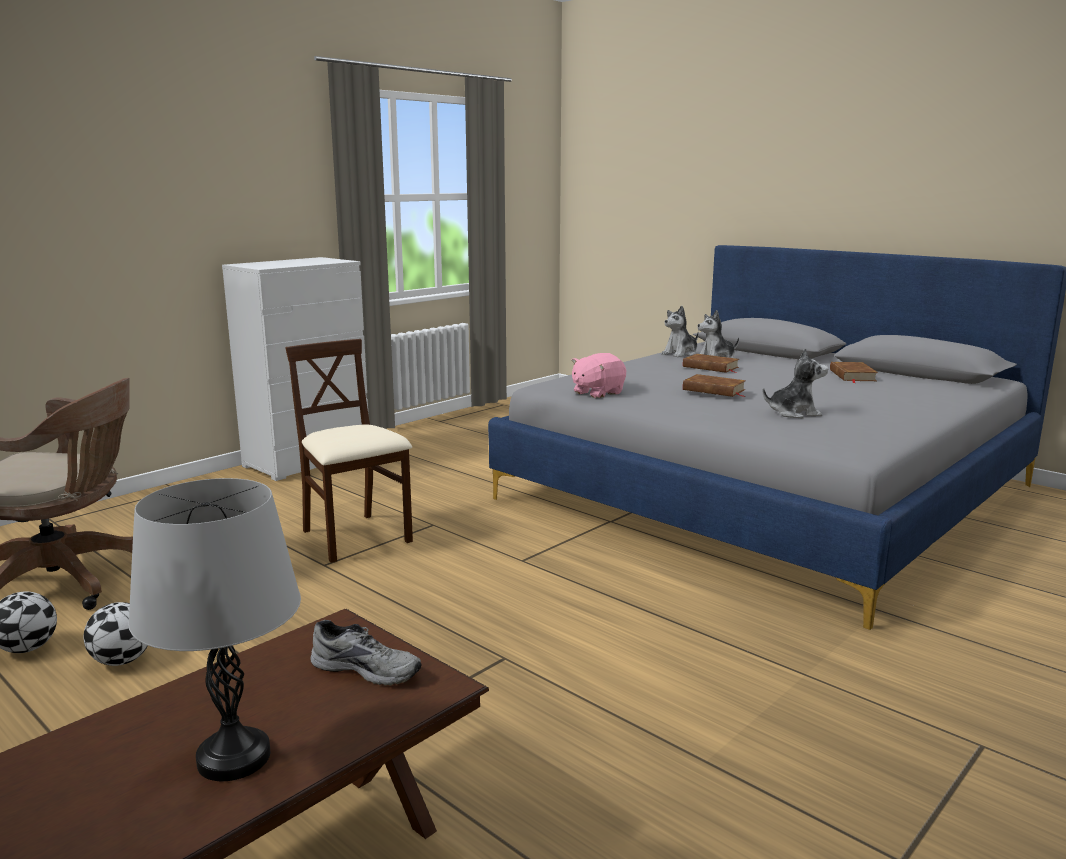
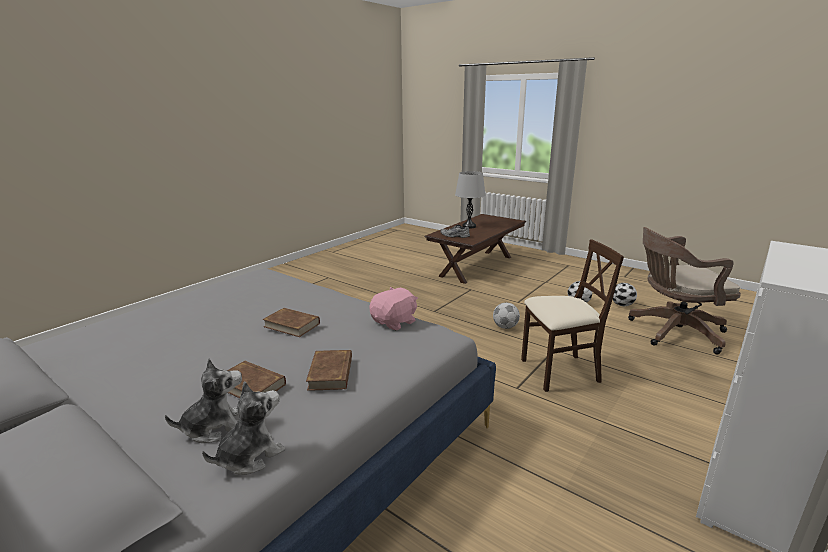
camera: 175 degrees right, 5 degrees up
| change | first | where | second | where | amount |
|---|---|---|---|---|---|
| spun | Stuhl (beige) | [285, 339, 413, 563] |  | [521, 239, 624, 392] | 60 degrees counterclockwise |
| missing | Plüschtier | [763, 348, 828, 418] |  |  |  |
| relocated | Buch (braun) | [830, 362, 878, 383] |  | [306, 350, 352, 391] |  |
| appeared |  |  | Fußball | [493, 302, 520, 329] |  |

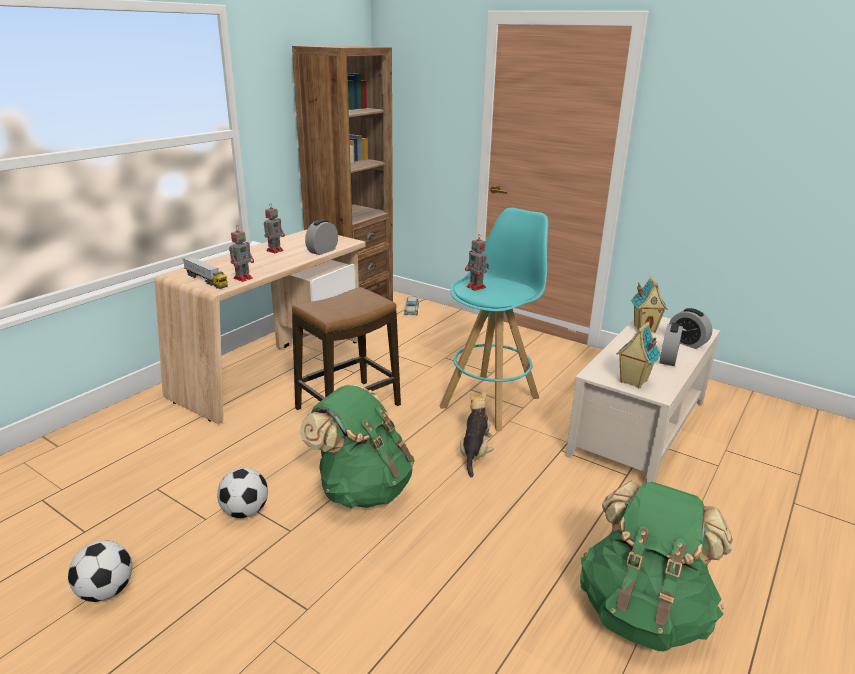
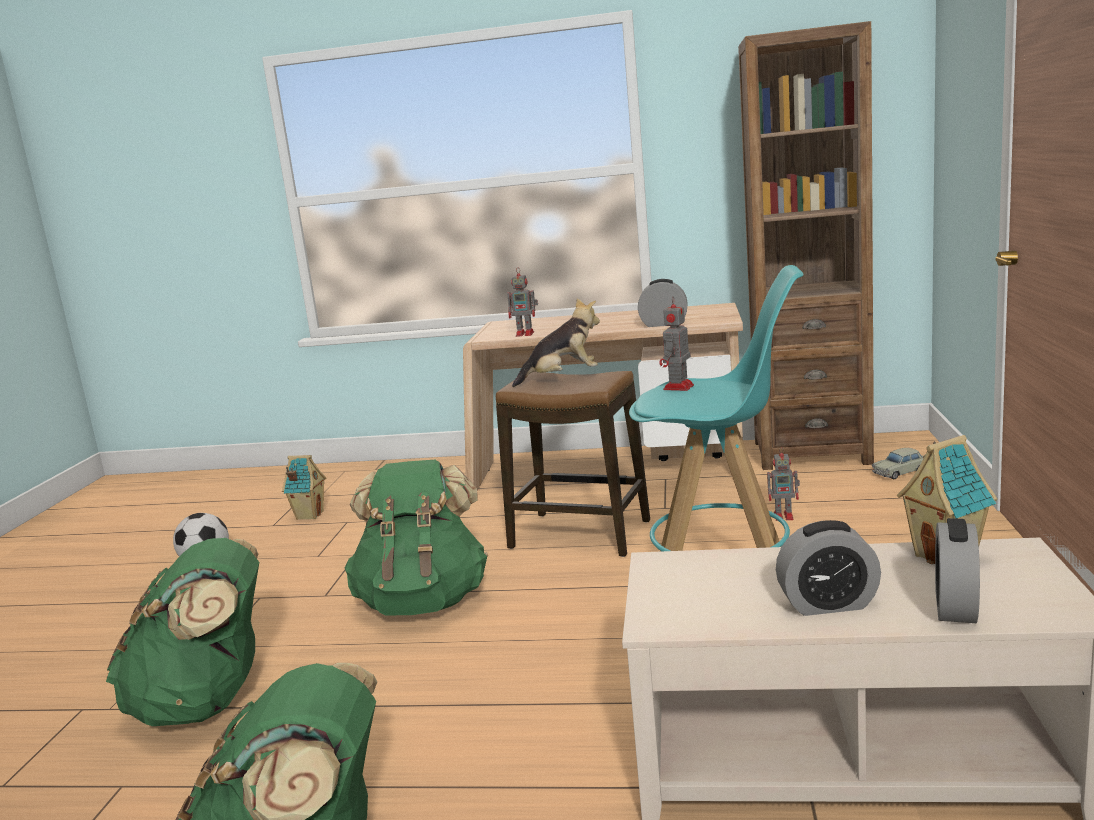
camera: 65 degrees right, 10 degrees down
| change | first | where | second | where | amount |
|---|---|---|---|---|---|
| relocated | Spielzeugroboter | [264, 203, 285, 253] |  | [767, 447, 800, 521] |  |
| missing | Spielzeuglaster | [183, 257, 228, 289] |  |  |  |
| relocated | Spielzeughaus | [616, 322, 661, 388] |  | [282, 455, 326, 520] |  |
| relocated | Plüschtier | [460, 391, 493, 478] |  | [512, 298, 600, 387] |  |
| missing | Fußball | [217, 468, 268, 518] |  |  |  |
| appeared |  |  | Rucksack (grün) | [106, 538, 259, 726] |  |

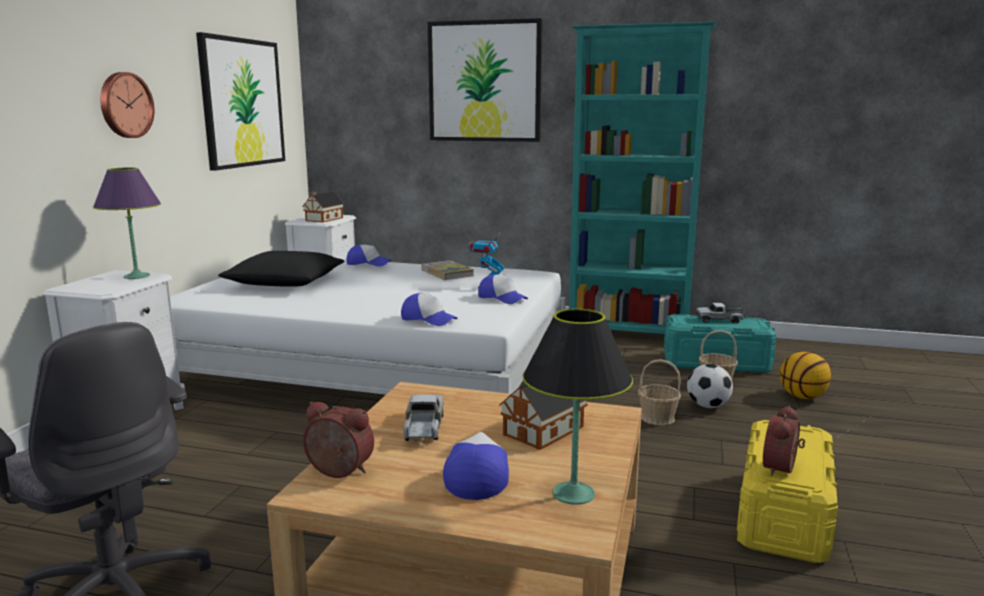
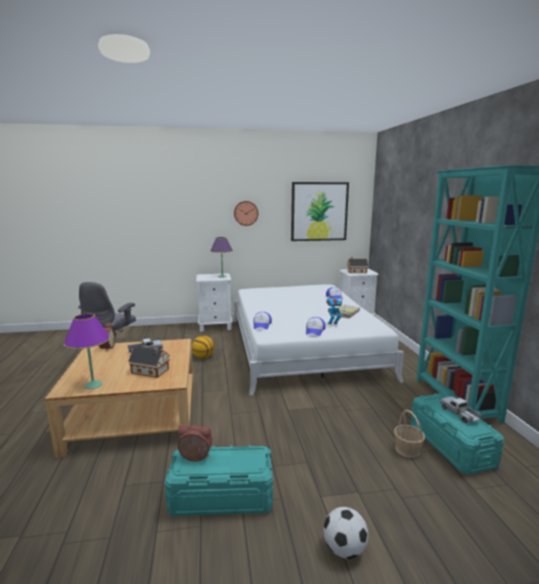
camera: 65 degrees right, 0 degrees up
| change | first | where | second | where | amount |
|---|---|---|---|---|---|
| missing | Bild | [428, 18, 543, 142] |  |  |  |
| missing | Kissen (schwarz) | [218, 251, 344, 287] |  |  |  |
| colour | Tischlampe (schwarz) | [523, 309, 633, 505] | Tischlampe (lila) | [64, 314, 110, 389] |  |
| relocated | Basketball | [780, 352, 831, 399] |  | [192, 336, 214, 358] |  |
| missing | Korb | [638, 359, 681, 425] |  |  |  |
| relocated | Fußball | [687, 364, 733, 408] |  | [324, 507, 368, 559] |  |
| colour | Aufbewahrungsbox (gelb) | [737, 420, 838, 563] | Aufbewahrungsbox (türkis) | [165, 445, 273, 516] |  |
| missing | Kappe | [443, 432, 509, 500] |  |  |  |

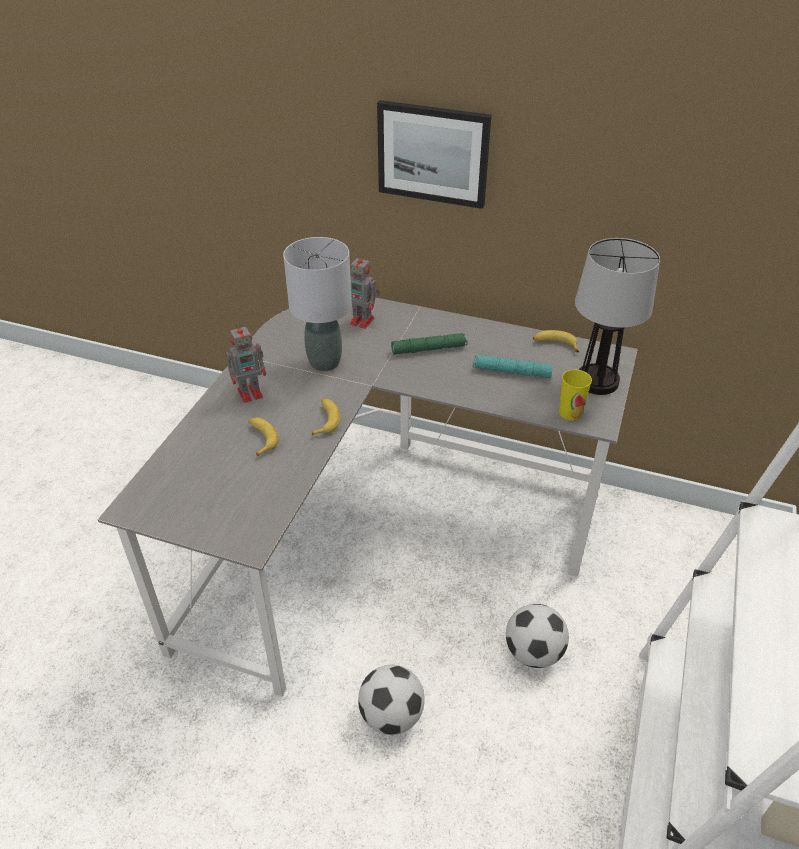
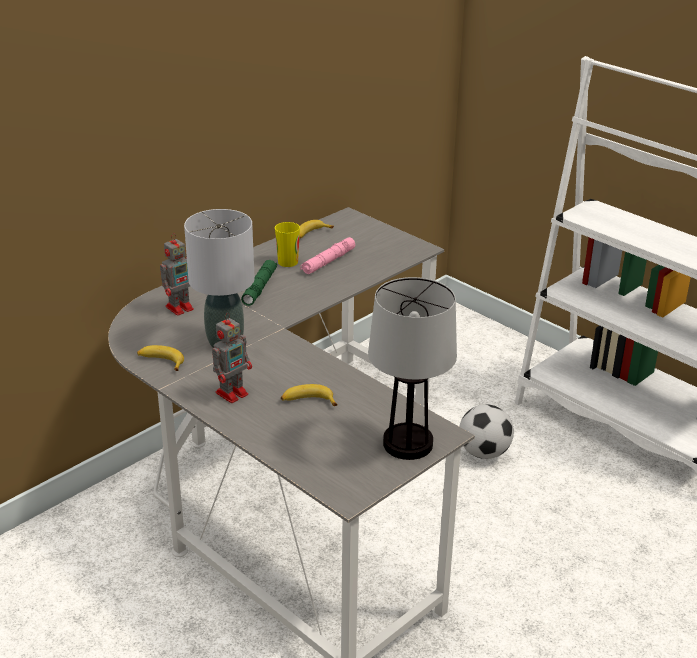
camera: 65 degrees left, 10 degrees down
| change | first | where | second | where | amount |
|---|---|---|---|---|---|
| missing | Bild | [377, 100, 492, 209] |  |  |  |
| relocated | Tischlampe | [575, 238, 660, 395] |  | [368, 277, 457, 460] |  |
| spun | Spielzeugroboter | [225, 322, 266, 403] |  | [212, 313, 252, 403] | 45 degrees clockwise |
| colour | Taschenlampe (türkis) | [473, 355, 553, 378] | Taschenlampe (rosa) | [300, 237, 355, 274] |  |
| relocated | Tasse | [559, 370, 592, 421] |  | [275, 222, 300, 267] |  |
| relocated | Banane | [312, 398, 340, 435] |  | [137, 345, 184, 371] |  |
| missing | Fußball | [358, 665, 425, 735] |  |  |  |

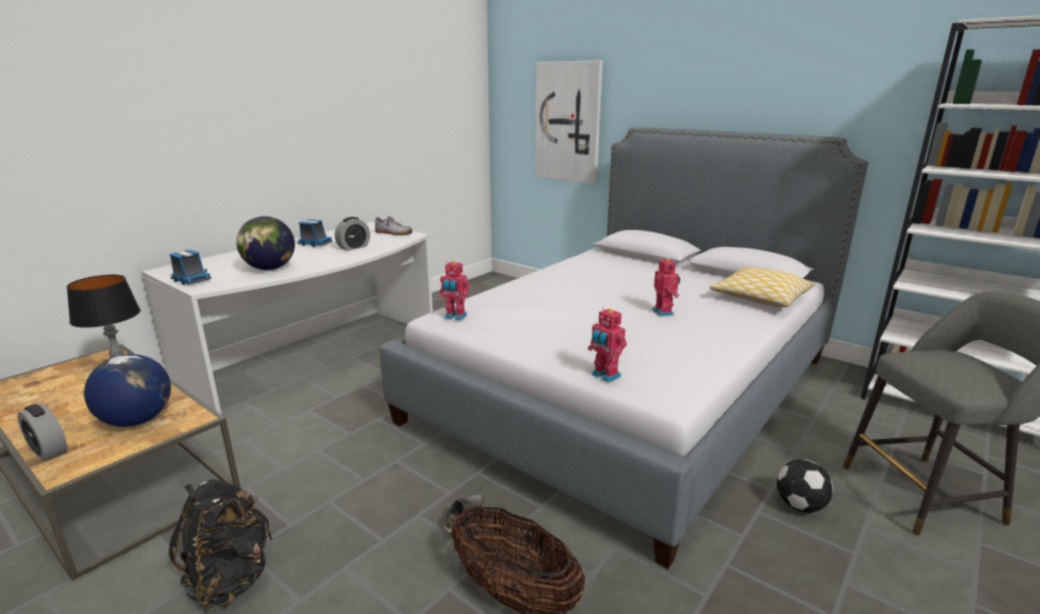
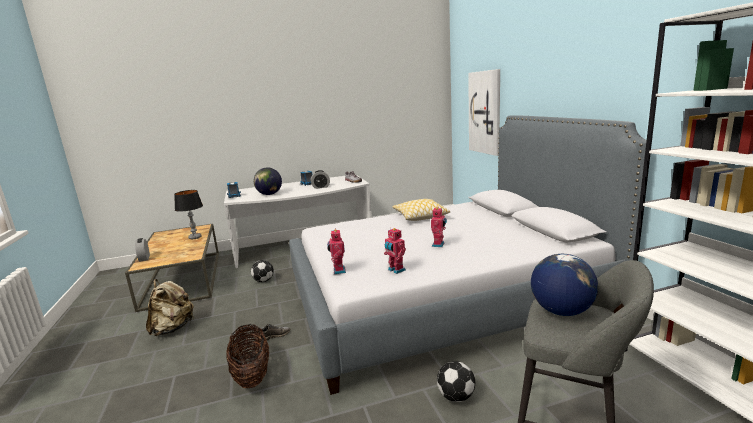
camera: 35 degrees right, 5 degrees down
| change | first | where | second | where | amount |
|---|---|---|---|---|---|
| relocated | Spielzeugroboter | [439, 261, 470, 320] |  | [384, 228, 406, 274] |  |
| relocated | Kissen | [709, 267, 815, 307] |  | [392, 199, 450, 221] |  |
| relocated | Globus | [84, 354, 171, 427] |  | [531, 254, 598, 316] |  |
| colour | Rucksack (schwarz) | [168, 479, 272, 611] | Rucksack (beige) | [146, 279, 194, 336] |  |
| appeared |  |  | Fußball | [251, 260, 274, 282] |  |

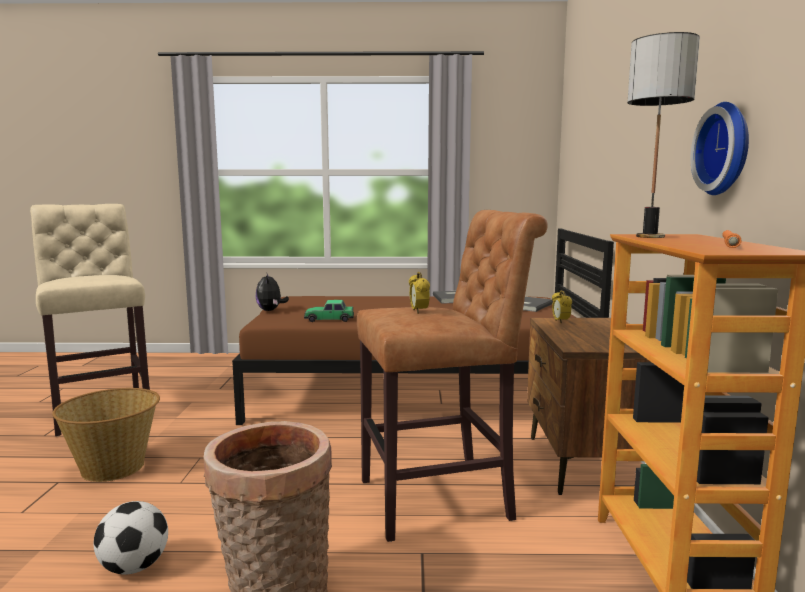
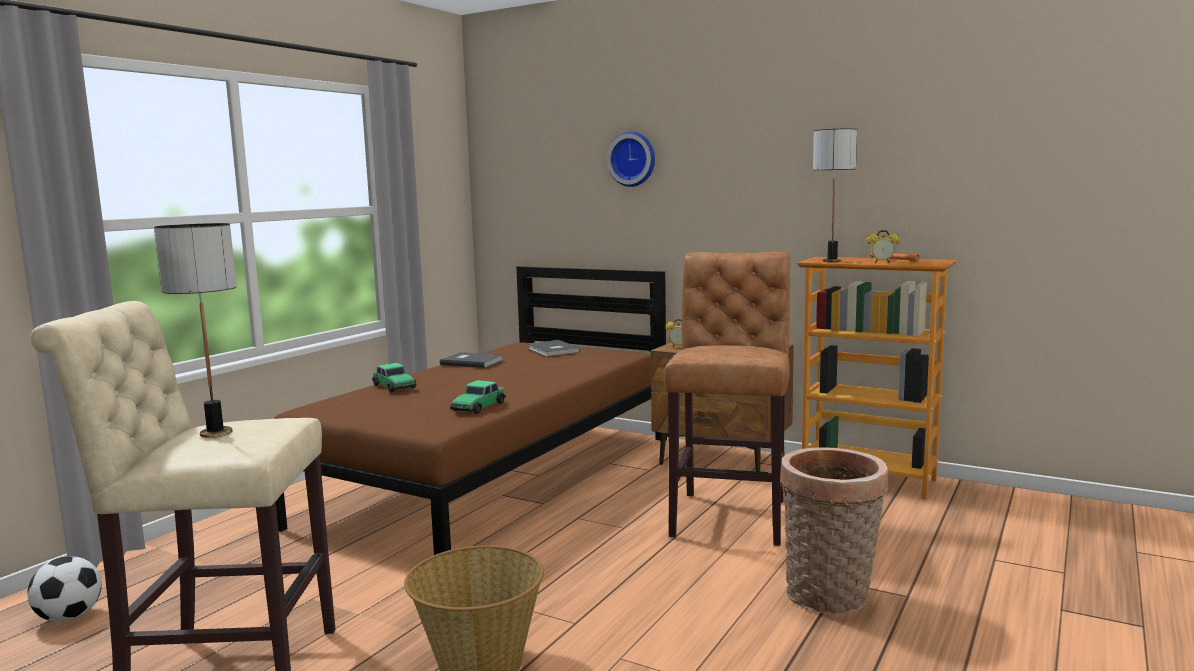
camera: 60 degrees left, 0 degrees up
| change | first | where | second | where | amount |
|---|---|---|---|---|---|
| relocated | Wanduhr | [691, 102, 749, 195] |  | [607, 131, 655, 187] |  |
| missing | Plüschtier | [256, 272, 289, 311] |  |  |  |
| relocated | Wecker | [409, 272, 430, 314] |  | [867, 230, 900, 263] |  |
| relocated | Fußball | [94, 501, 168, 575] |  | [27, 556, 102, 622] |  |
| appeared |  |  | Tischlampe | [154, 223, 236, 438] |  |
| appeared |  |  | Spielzeugauto | [372, 363, 417, 392] |  |

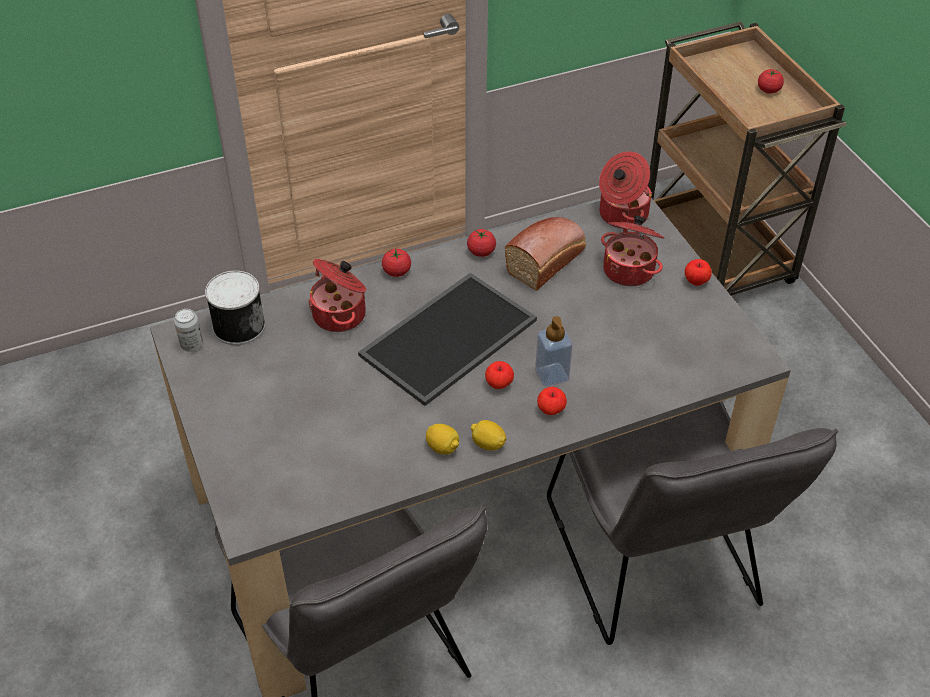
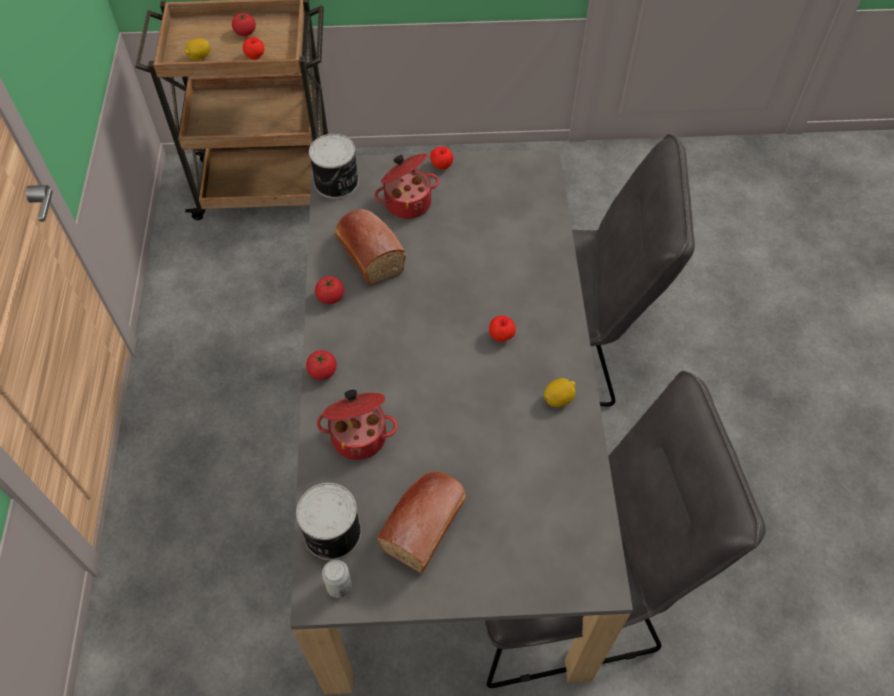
camera: 70 degrees left, 10 degrees up
| change | first | where | second | where | amount |
|---|---|---|---|---|---|
| exchanged | Kochtopf | [599, 151, 652, 229] | Dose | [309, 134, 359, 199] |  |
| missing | Tablett | [358, 273, 537, 406] |  |  |  |
| missing | Seifenspender | [535, 316, 572, 387] |  |  |  |
| relocated | Apfel | [537, 387, 567, 415] |  | [243, 37, 264, 60] |  |
| relocated | Zitrone | [471, 420, 506, 451] |  | [185, 38, 210, 60] |  |
| appeared |  |  | Brot | [377, 472, 466, 573] |  |

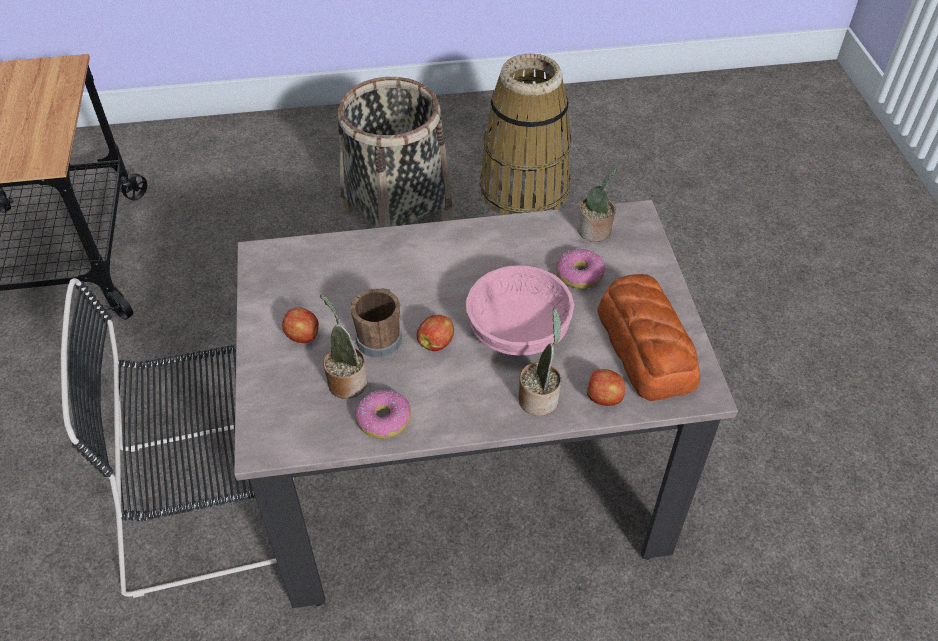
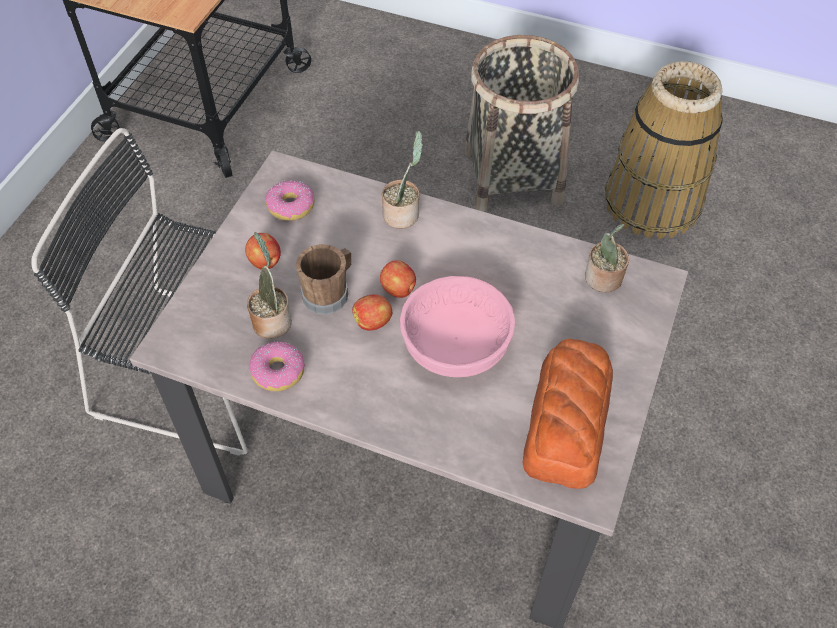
camera: 30 degrees right, 5 degrees up
| change | first | where | second | where | amount |
|---|---|---|---|---|---|
| relocated | Donut | [556, 249, 605, 289] |  | [265, 180, 315, 221] |  |
| relocated | Topfpflanze | [518, 308, 561, 416] |  | [382, 131, 423, 229] |  |
| relocated | Apfel | [587, 369, 625, 406] |  | [380, 260, 416, 298] |  |

